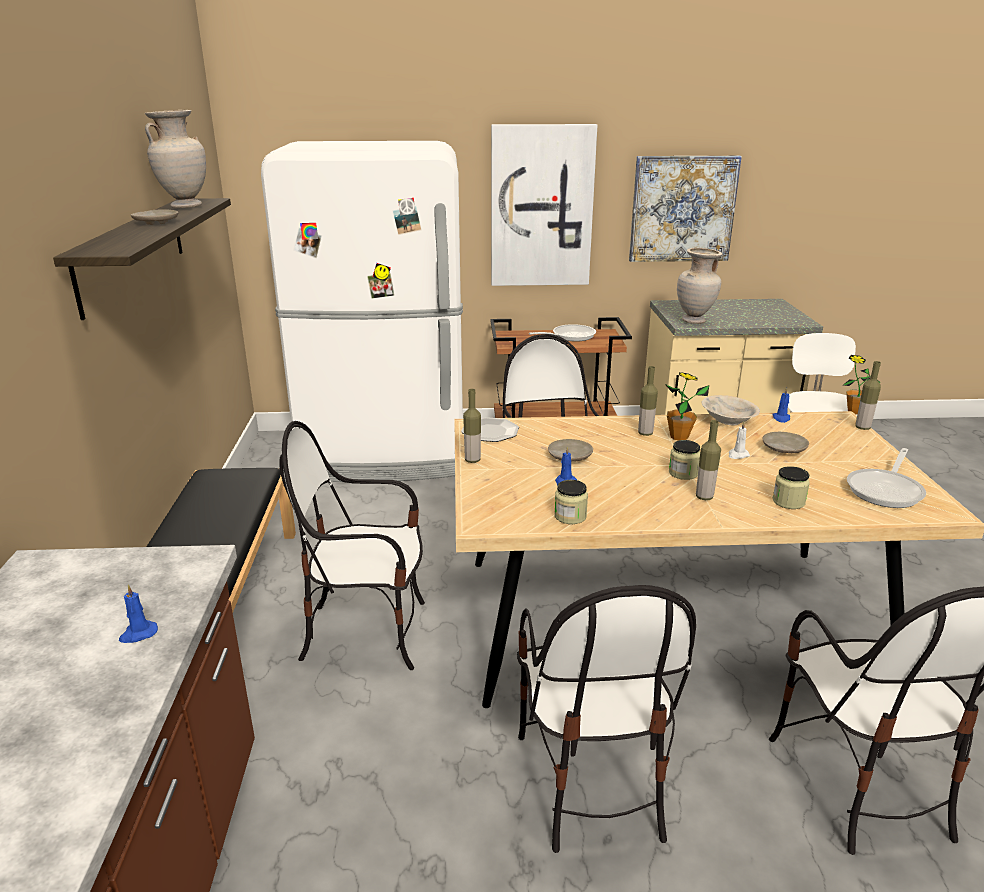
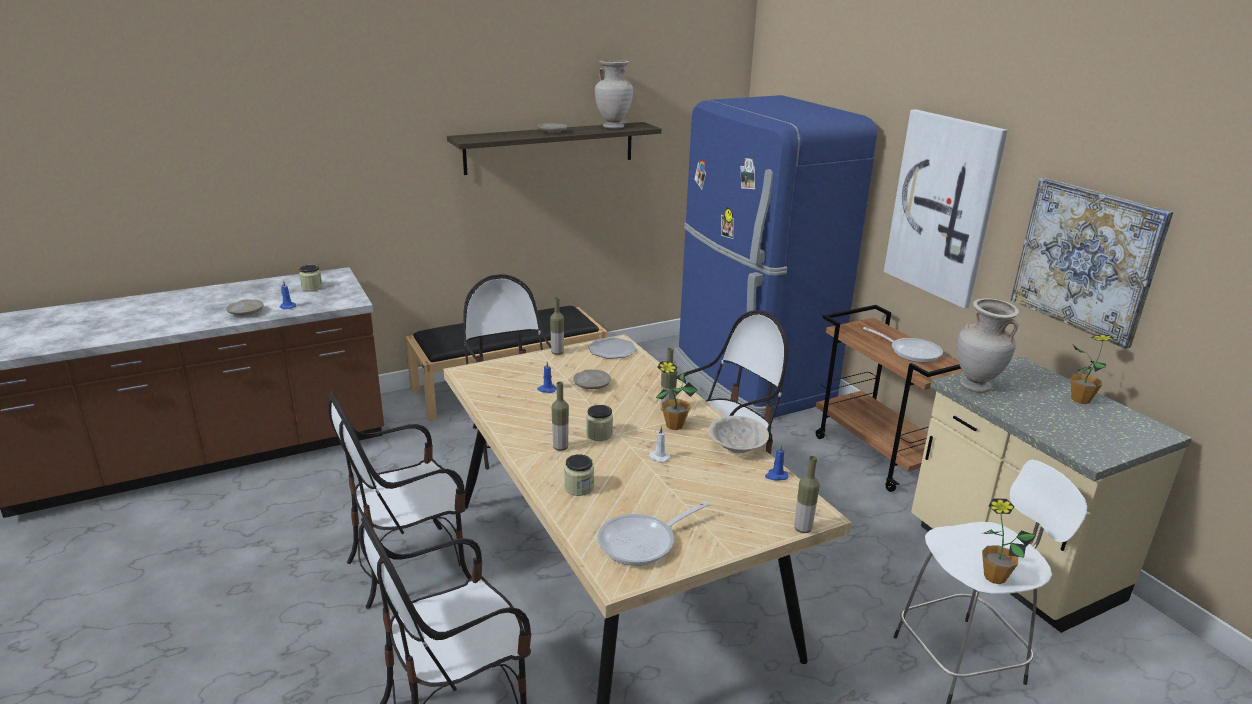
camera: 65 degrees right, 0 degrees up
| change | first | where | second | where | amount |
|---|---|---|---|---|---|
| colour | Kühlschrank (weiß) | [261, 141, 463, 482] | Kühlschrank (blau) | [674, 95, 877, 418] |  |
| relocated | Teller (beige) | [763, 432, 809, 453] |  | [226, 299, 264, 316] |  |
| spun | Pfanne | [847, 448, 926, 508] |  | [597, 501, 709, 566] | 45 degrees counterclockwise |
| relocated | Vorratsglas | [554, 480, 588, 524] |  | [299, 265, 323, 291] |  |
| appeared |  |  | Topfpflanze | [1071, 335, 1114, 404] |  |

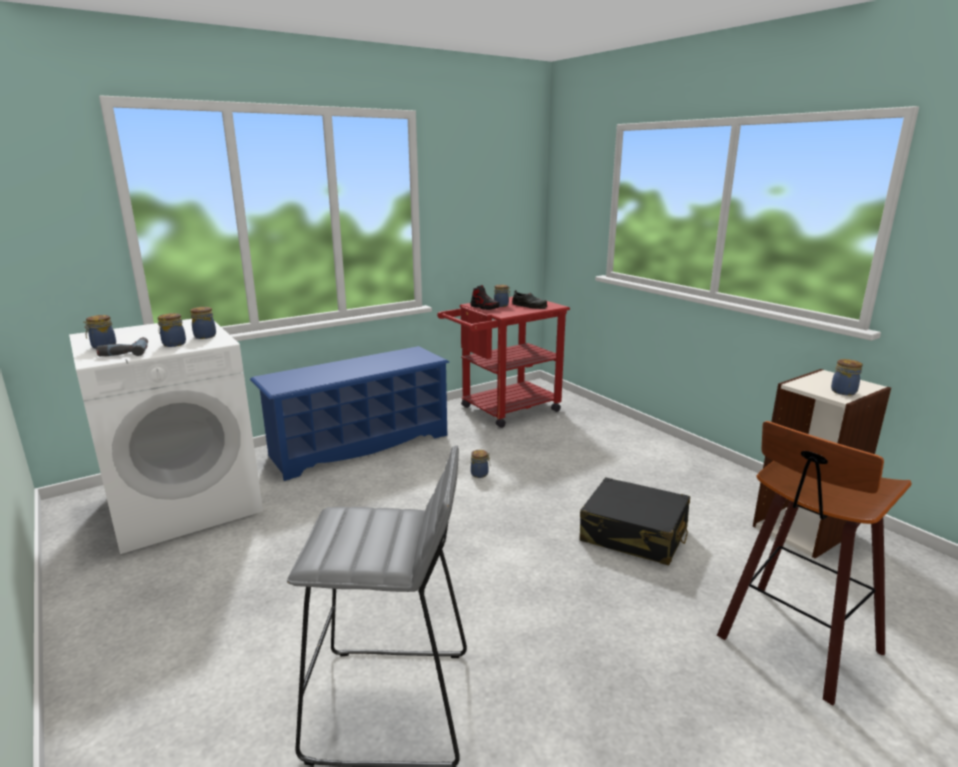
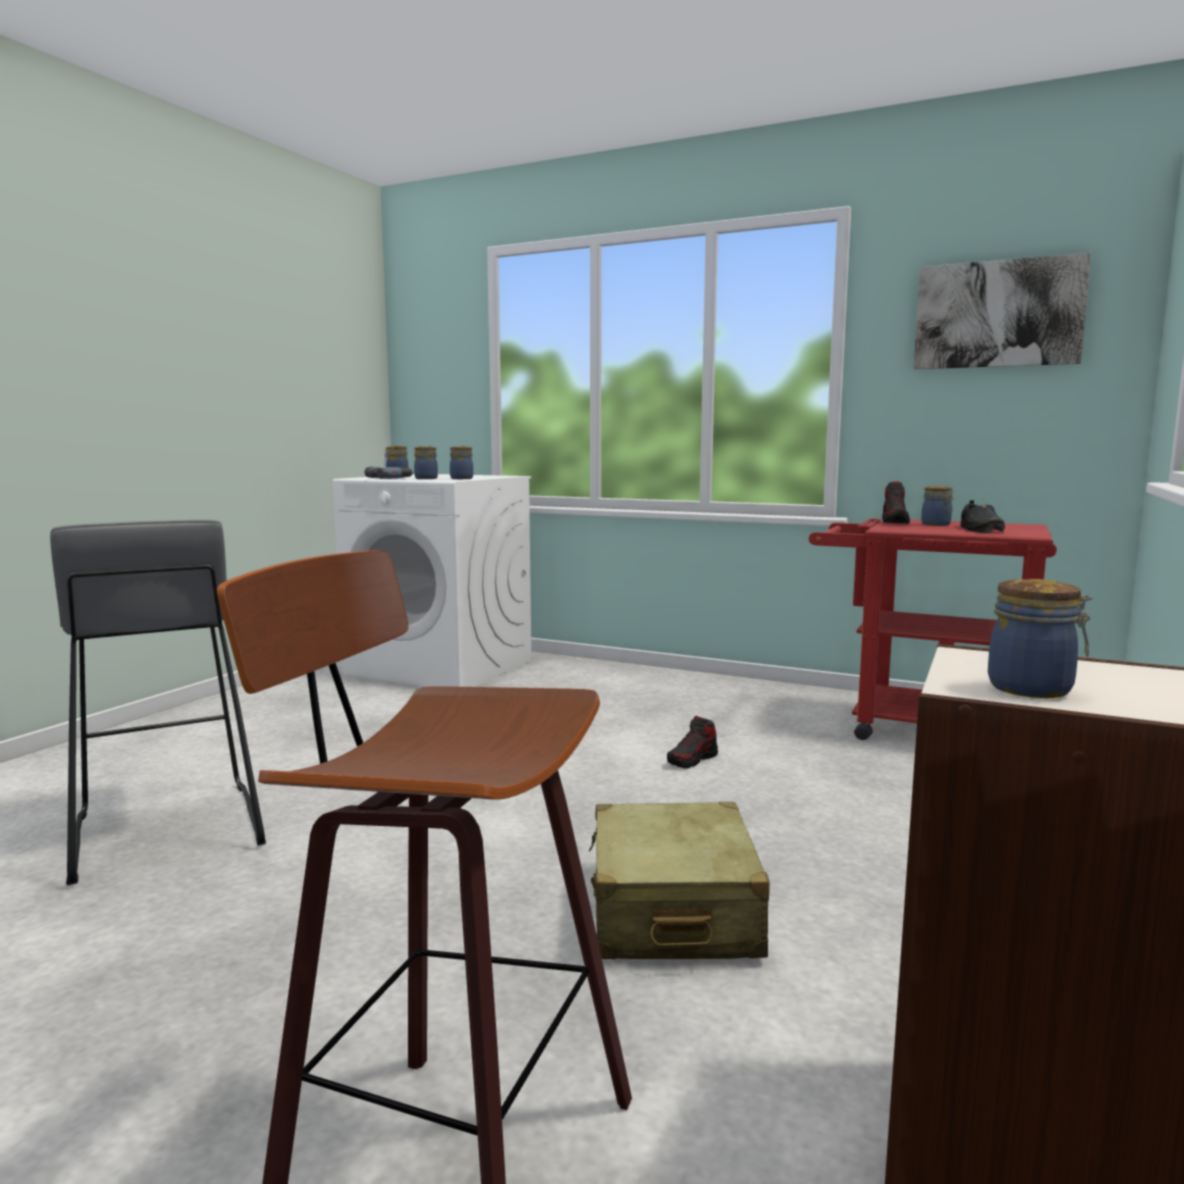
camera: 60 degrees right, 10 degrees down
| change | first | where | second | where | amount |
|---|---|---|---|---|---|
| missing | Schuhregal (blau) | [250, 346, 450, 481] |  |  |  |
| exchanged | Vorratsglas | [471, 450, 490, 478] | Schuh | [667, 716, 718, 768] |  |
| colour | Koffer (schwarz) | [580, 477, 690, 566] | Koffer (beige) | [589, 802, 770, 960] |  |
| appeared |  |  | Bild | [913, 253, 1092, 369] |  |

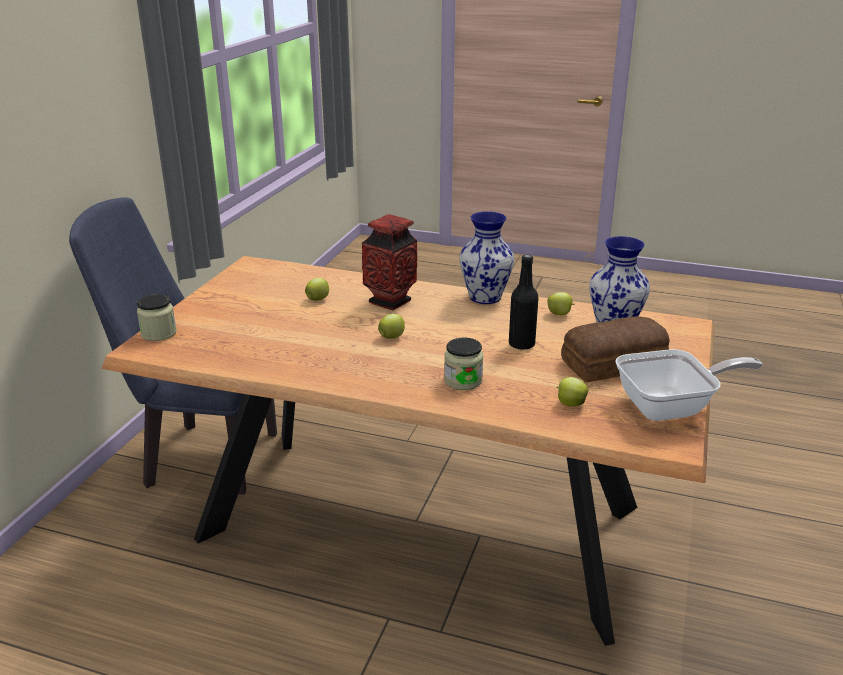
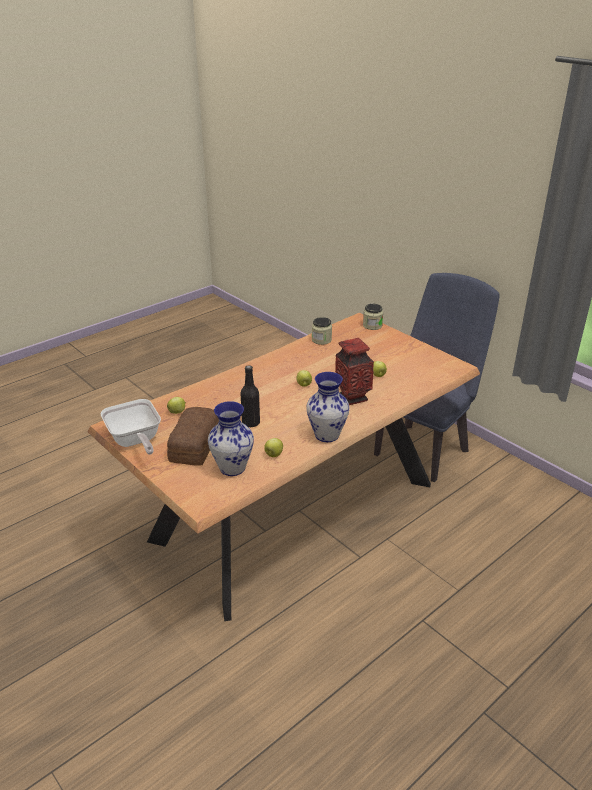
camera: 120 degrees right, 5 degrees up
| change | first | where | second | where | amount |
|---|---|---|---|---|---|
| relocated | Vorratsglas | [444, 338, 483, 390] |  | [312, 317, 332, 345] |  |
| spun | Pfanne | [615, 349, 763, 421] |  | [101, 399, 161, 455] | 45 degrees counterclockwise |

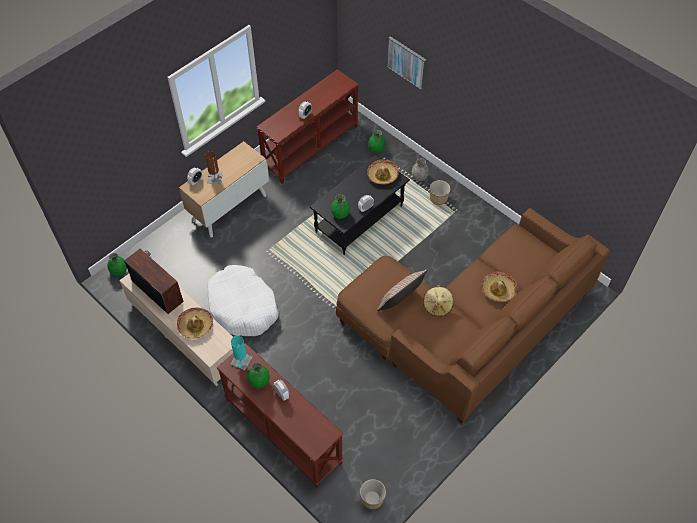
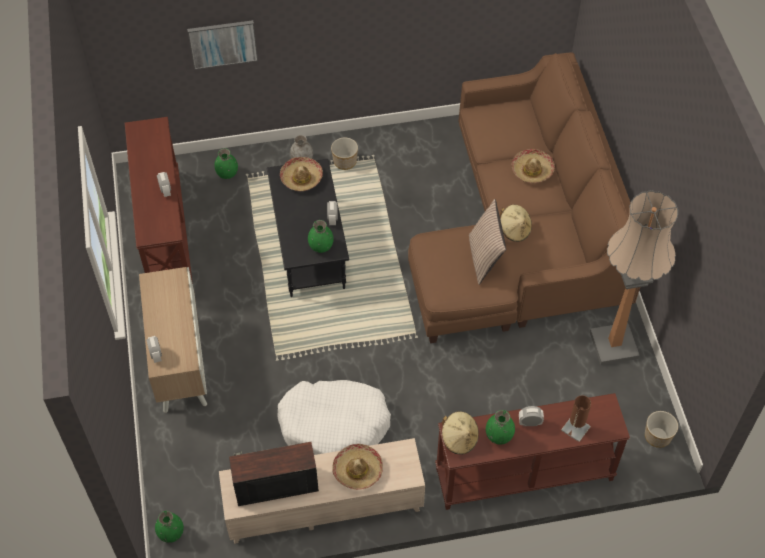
camera: 55 degrees left, 0 degrees up
| change | first | where | second | where | amount |
|---|---|---|---|---|---|
| relocated | Tischlampe (braun) | [205, 151, 223, 184] |  | [561, 395, 591, 442] |  |
| exchanged | Tischlampe (türkis) | [231, 336, 252, 370] | Hut (beige) | [442, 411, 479, 455] |  |
| appeared |  |  | Stehlampe | [590, 190, 678, 365] |  |

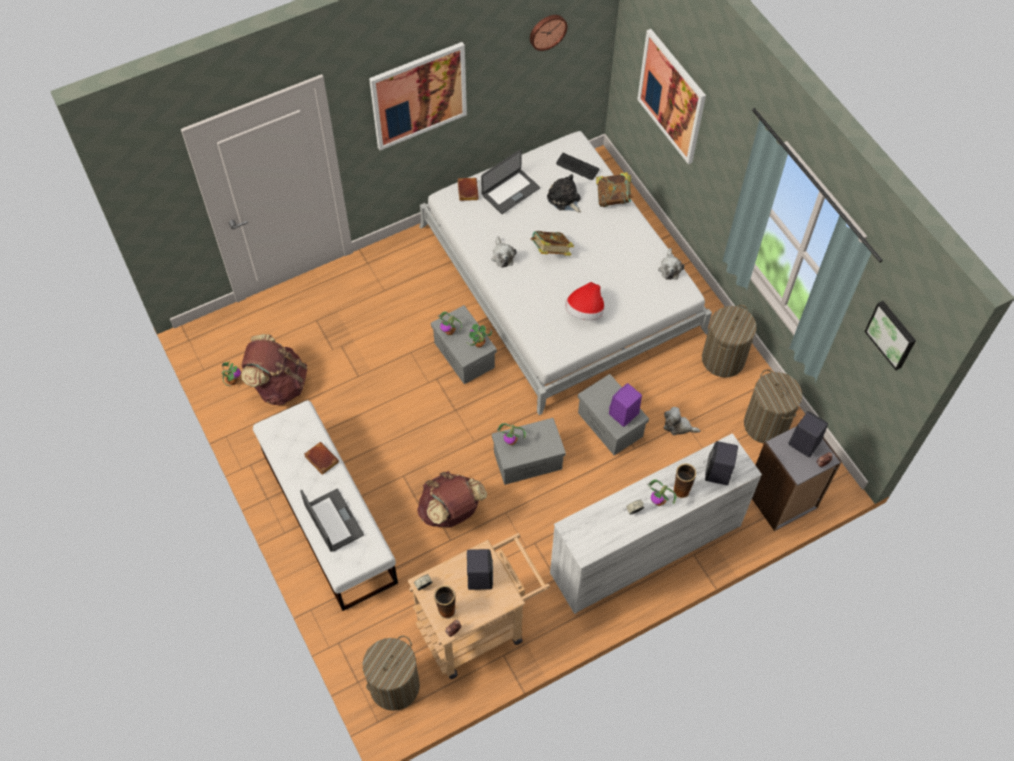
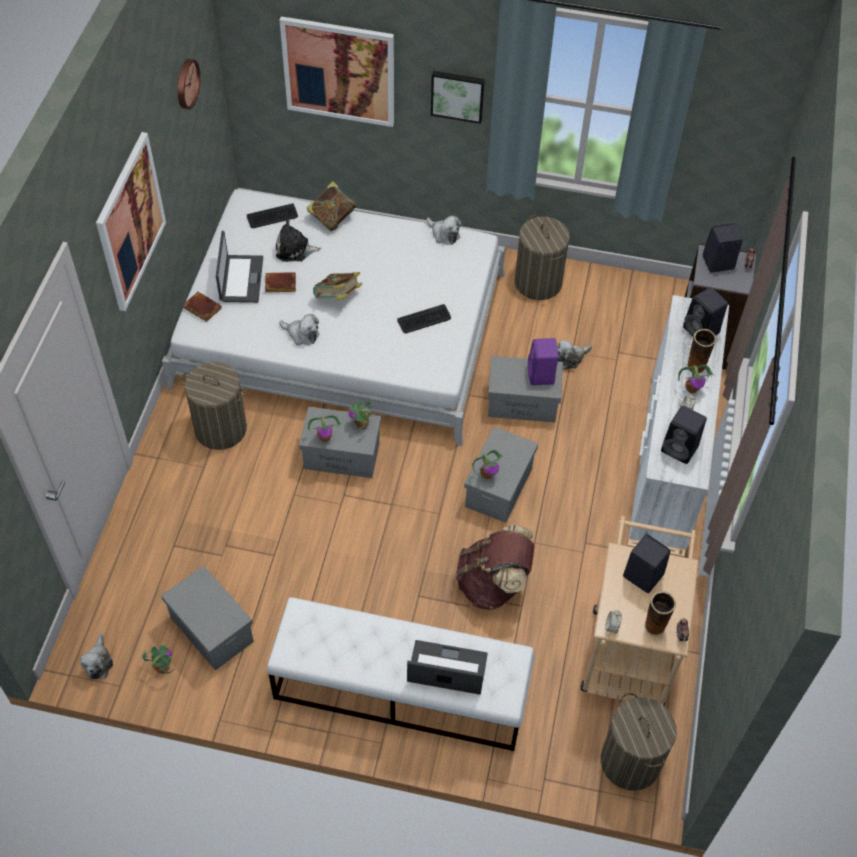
camera: 50 degrees left, 5 degrees down
| change | first | where | second | where | amount |
|---|---|---|---|---|---|
| exchanged | Hut | [565, 282, 604, 321] | Tastatur | [397, 304, 451, 333] |  |
| relocated | Bild | [864, 301, 916, 370] |  | [431, 71, 485, 124] |  |
| exchanged | Rucksack (braun) | [241, 334, 307, 405] | Aufbewahrungsbox (grau) | [161, 566, 254, 670] |  |
| relocated | Wäschekorb | [744, 370, 802, 443] |  | [181, 362, 247, 450] |  |
| relocated | Buch (braun) | [304, 442, 339, 475] |  | [265, 272, 296, 292] |  |
| appeared |  |  | Lautsprecher (schwarz) | [661, 406, 707, 464] |  |
| appeared |  |  | Plüschtier | [80, 634, 113, 679] |  |

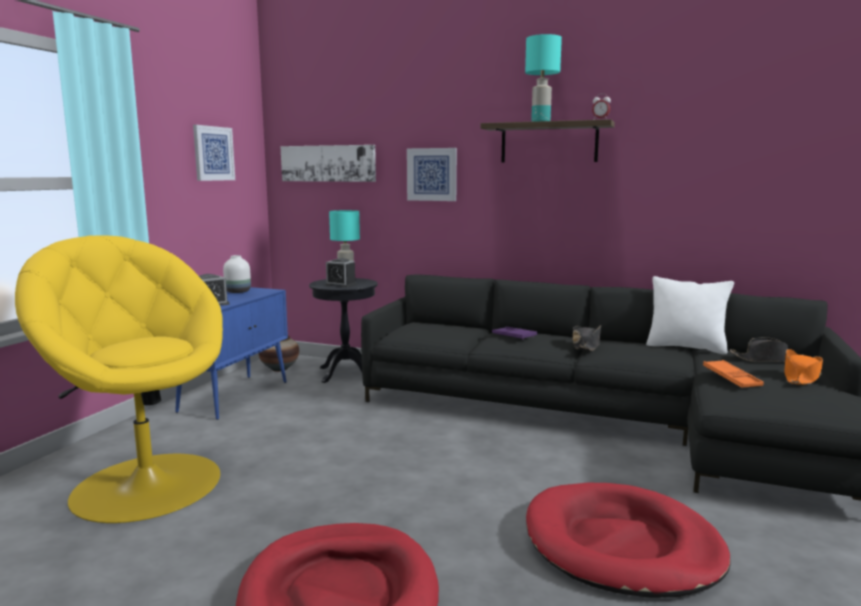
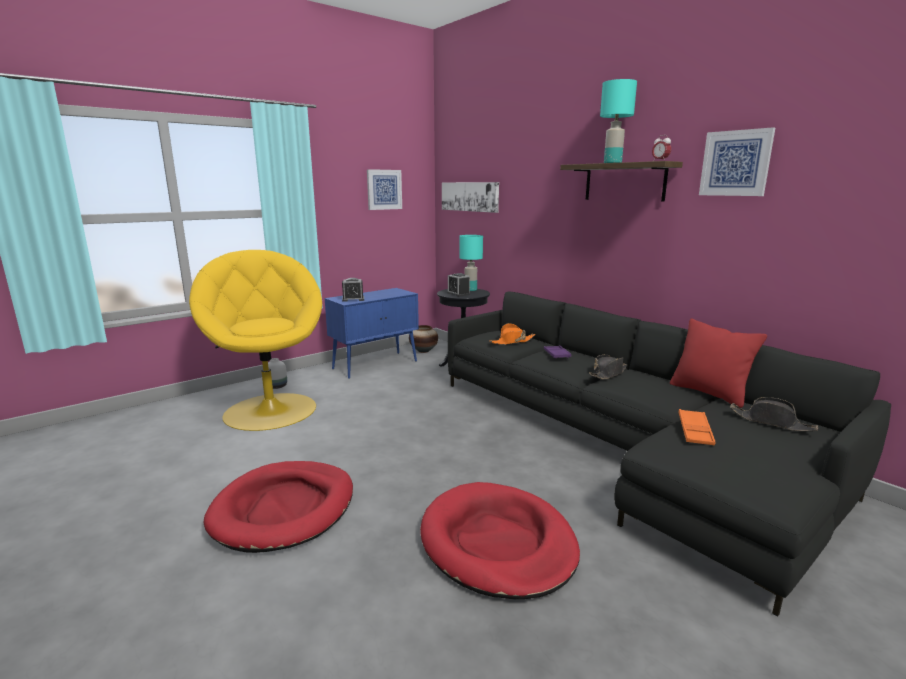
camera: 30 degrees right, 5 degrees up
| change | first | where | second | where | amount |
|---|---|---|---|---|---|
| relocated | Bild | [407, 148, 457, 201] |  | [699, 127, 775, 196] |  |
| relocated | Vase (weiß) | [223, 255, 251, 293] |  | [268, 358, 287, 389] |  |
| colour | Kissen (weiß) | [646, 276, 734, 355] | Kissen (rot) | [670, 319, 767, 408] |  |
| relocated | Hut (orange) | [784, 349, 823, 385] |  | [489, 323, 535, 345] |  |

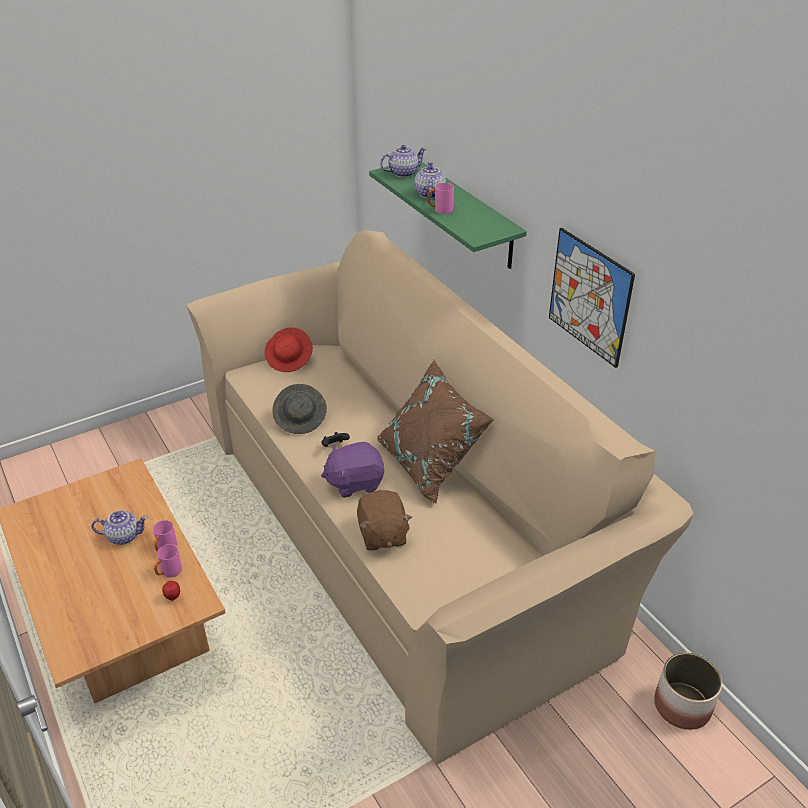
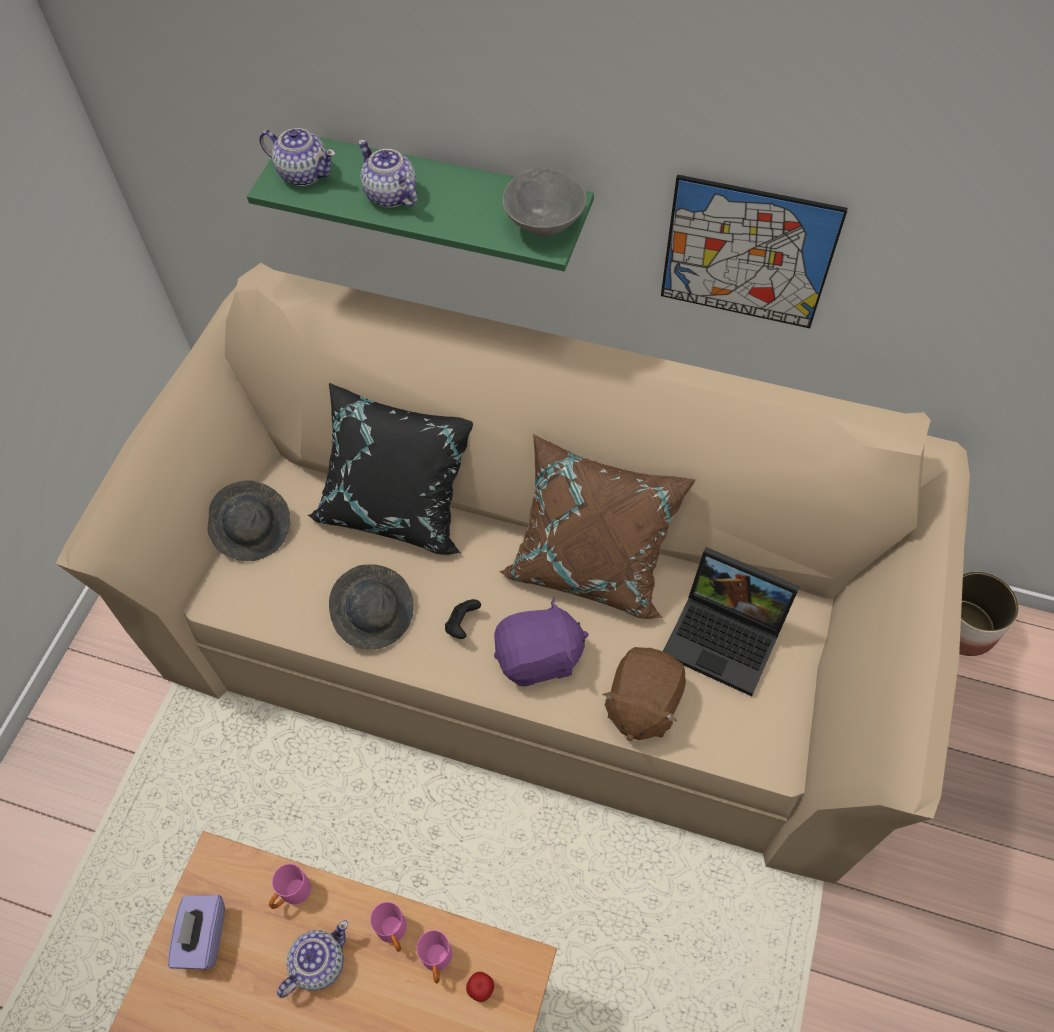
camera: 40 degrees left, 20 degrees up
| change | first | where | second | where | amount |
|---|---|---|---|---|---|
| spun | Teekanne | [380, 145, 426, 178] |  | [259, 128, 336, 186] | 90 degrees clockwise |
| relocated | Henkelbecher (rosa) | [427, 183, 454, 214] |  | [269, 864, 311, 909] |  |
| colour | Hut (rot) | [265, 328, 313, 372] | Hut (grau) | [207, 480, 290, 561] |  |
| spun | Plüschtier (lila) | [321, 442, 384, 498] |  | [494, 598, 589, 687] | 135 degrees counterclockwise |
| spun | Plüschtier (braun) | [357, 490, 412, 551] |  | [602, 647, 686, 741] | 75 degrees clockwise |
| appeared |  |  | Schüssel (grau) | [503, 168, 586, 236] |  |
| appeared |  |  | Kissen (schwarz) | [307, 383, 473, 555] |  |
| appeared |  |  | Laptop | [663, 547, 800, 696] |  |
| appeared |  |  | Taschentuchbox (lila) | [168, 895, 225, 970] |  |

